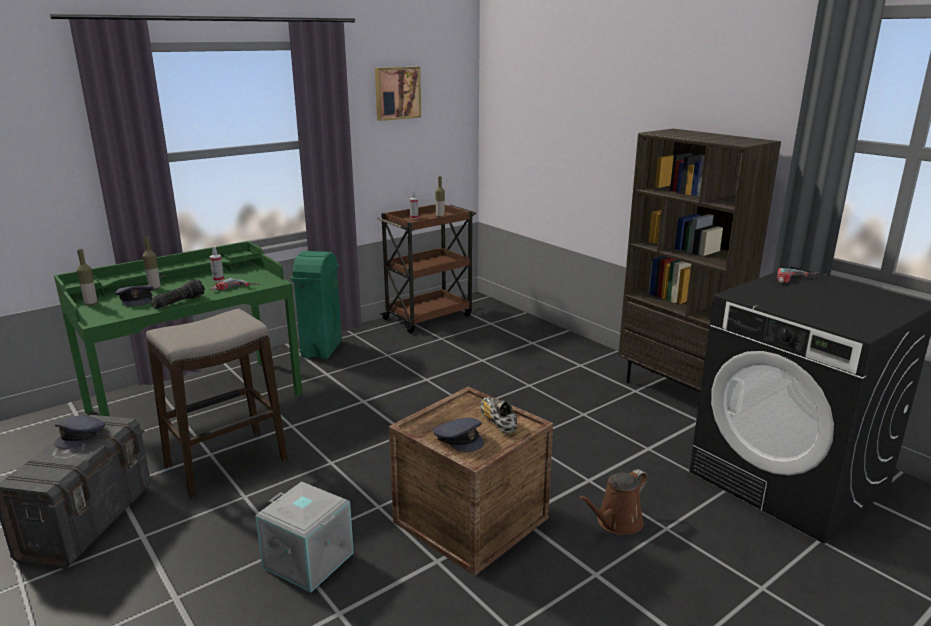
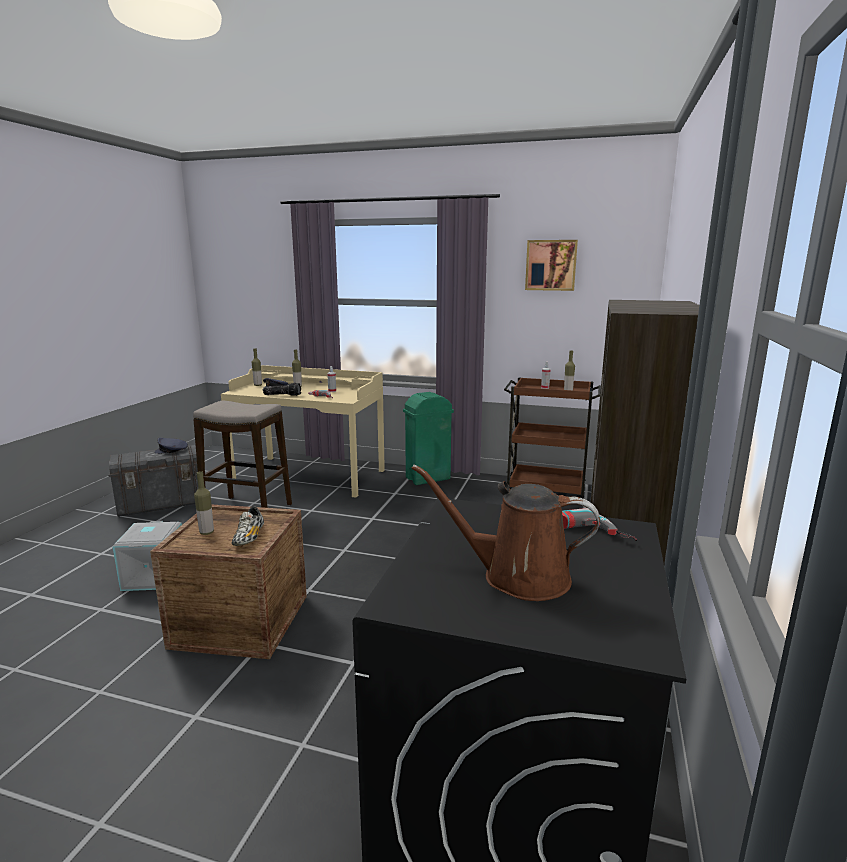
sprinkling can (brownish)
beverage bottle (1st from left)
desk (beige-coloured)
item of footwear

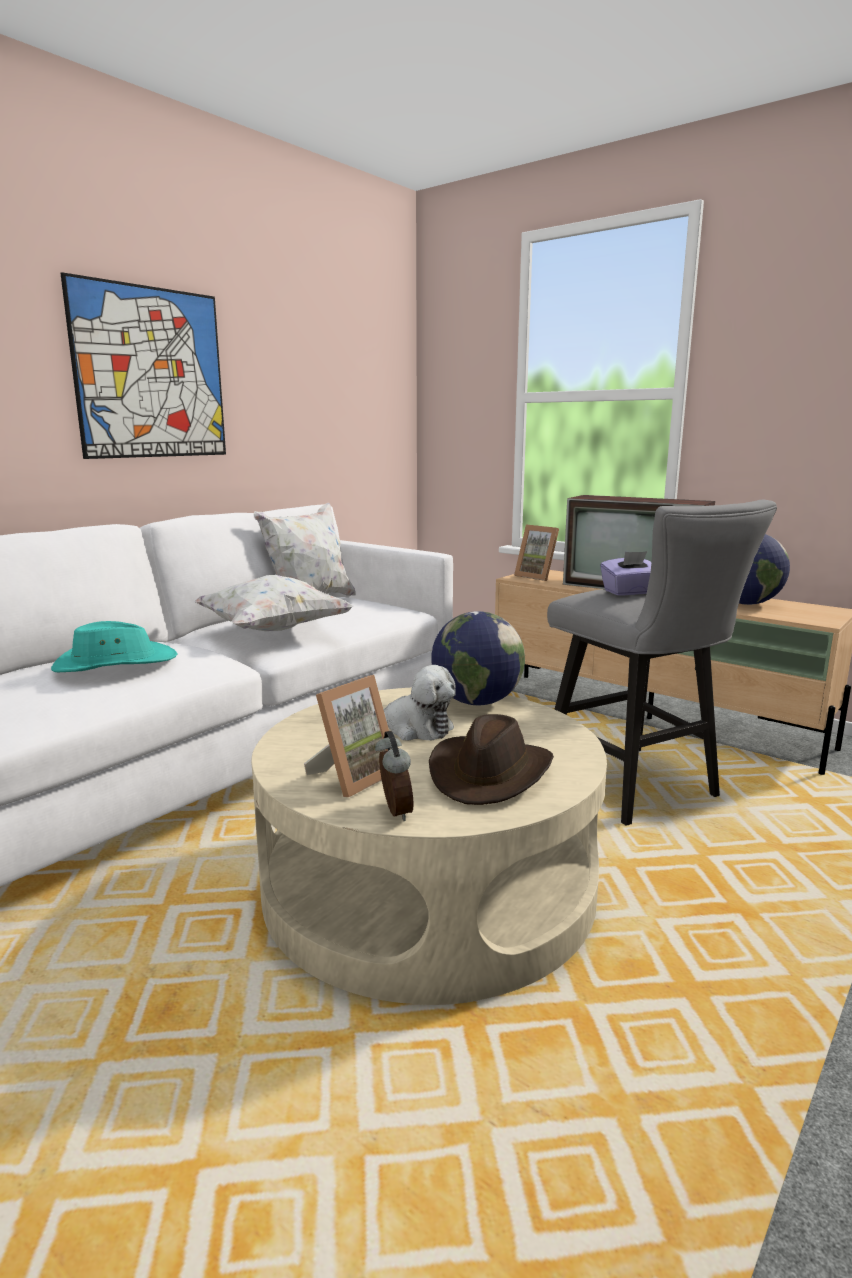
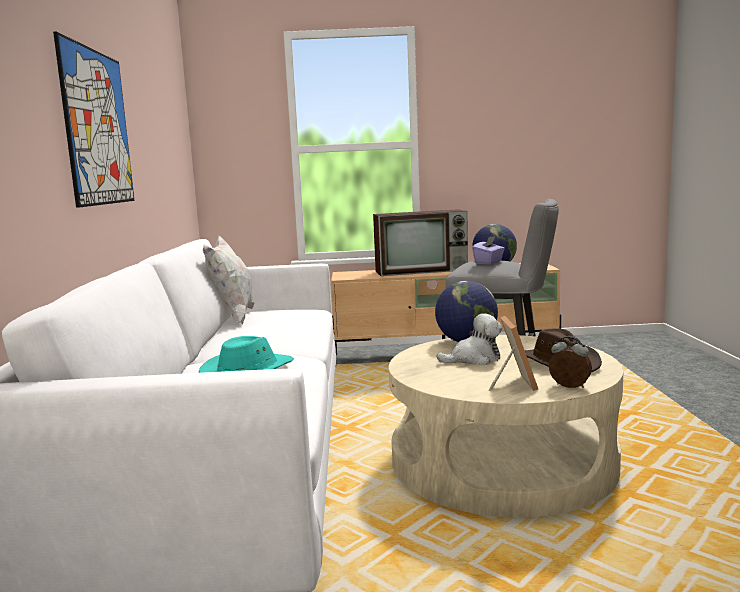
cushion (whitish) (1st from left in the first image)
photo frame (2nd from left in the first image)

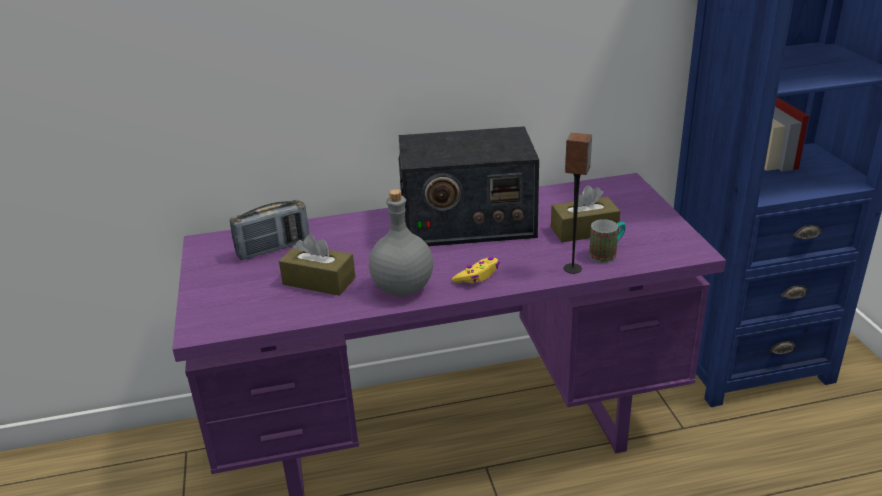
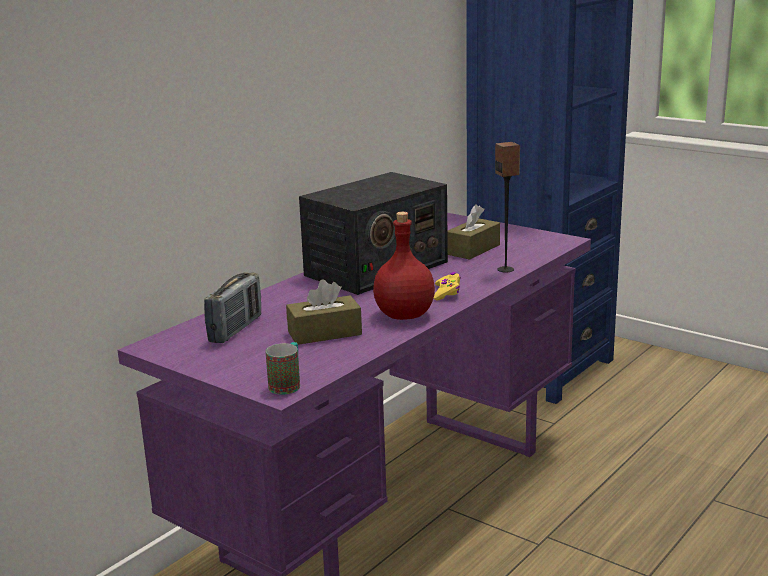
mug
beverage bottle (reddish)

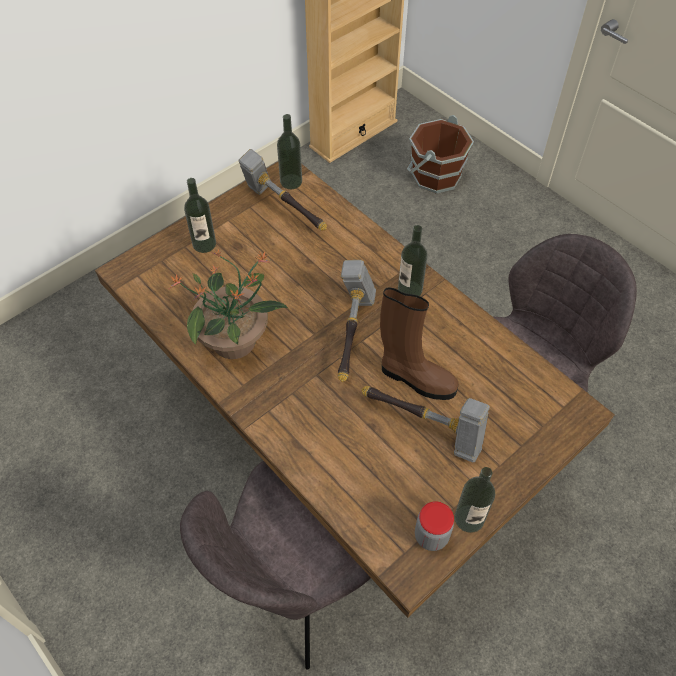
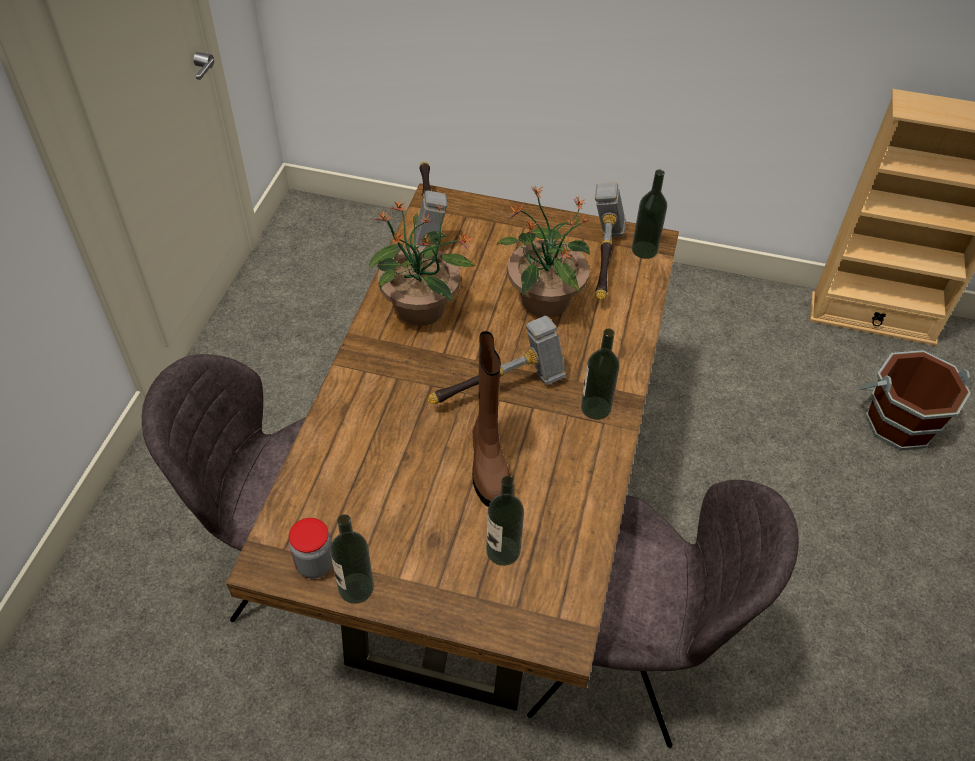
potted plant (2nd from left)
beverage bottle (2nd from left)
hand hammer (1st from left)

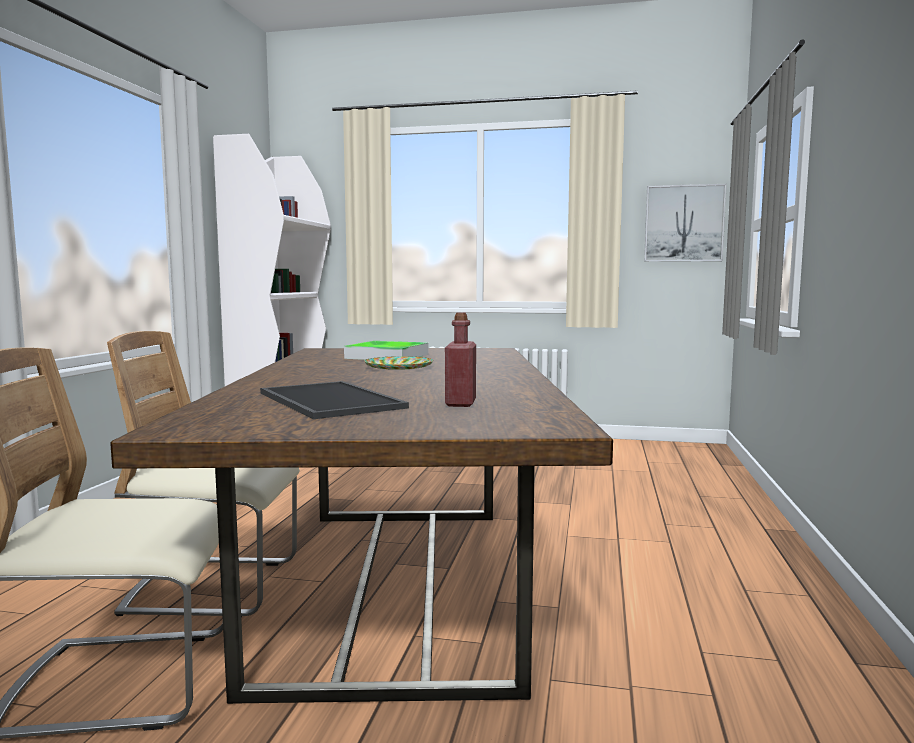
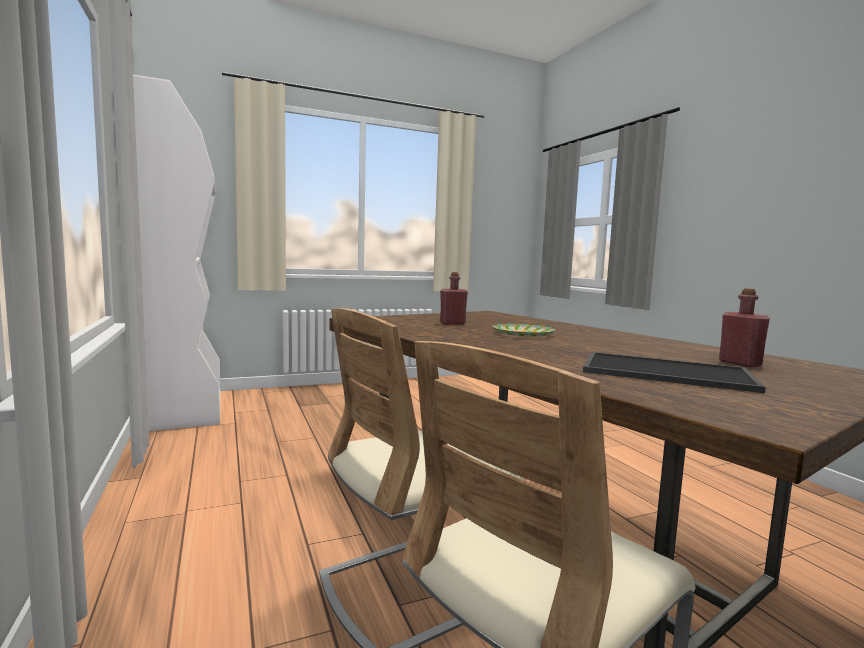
wall art
beverage bottle (reddish) (1st from left)

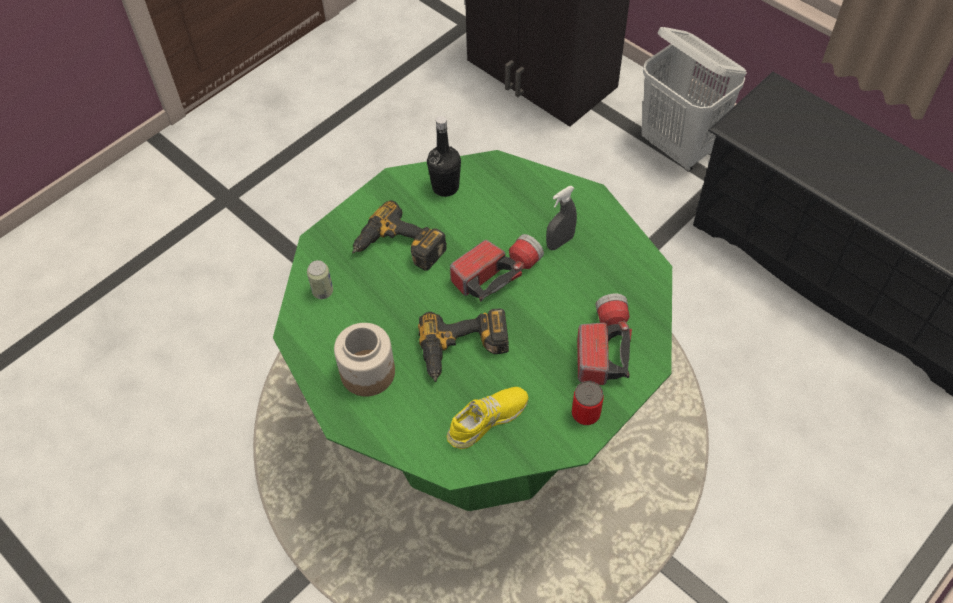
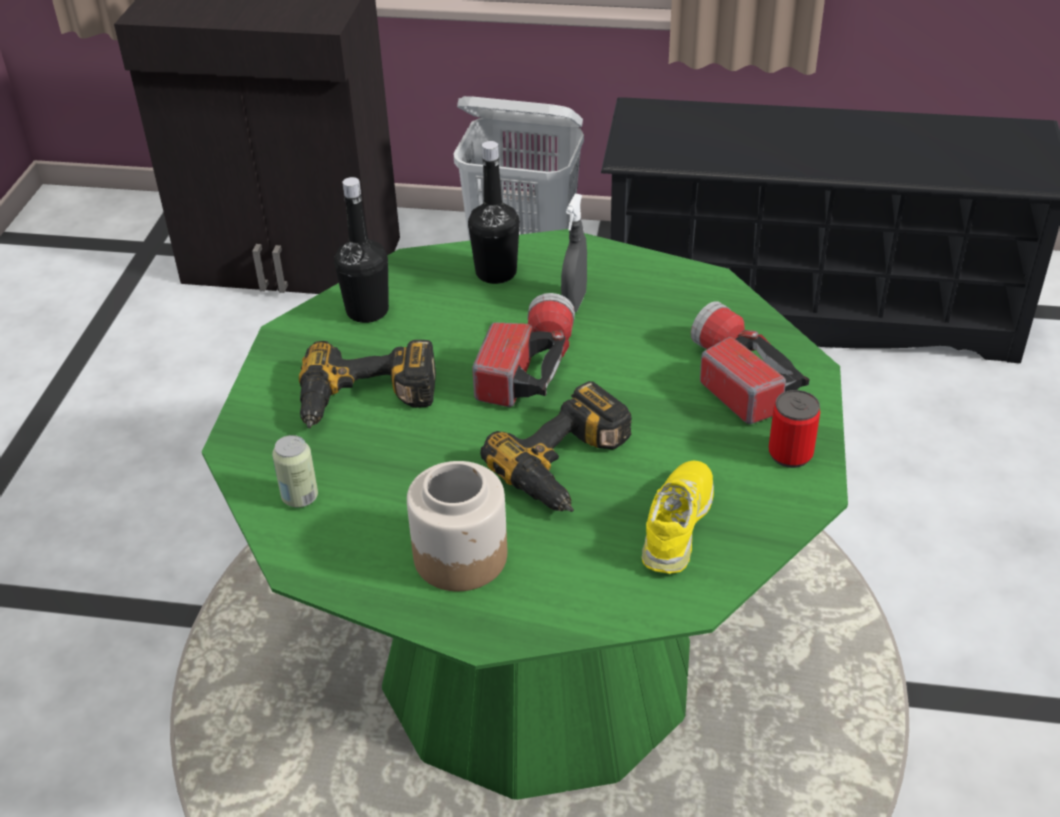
beverage bottle (black-coloured) (2nd from left)

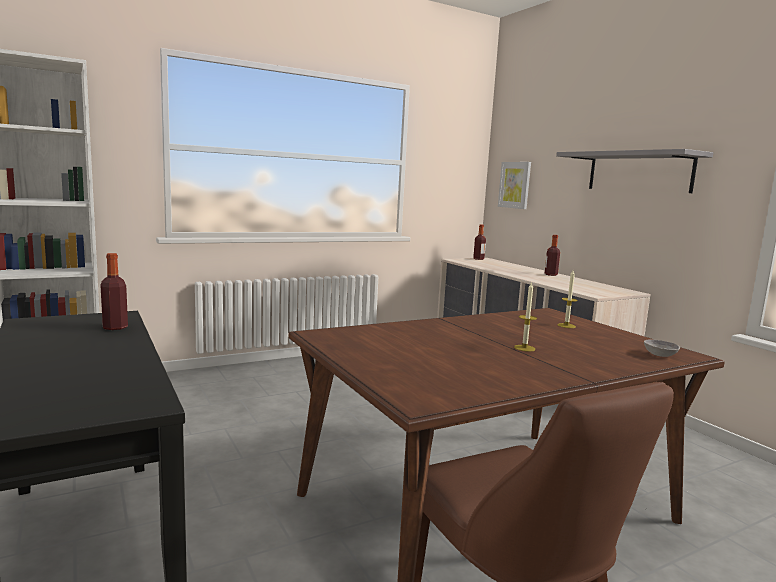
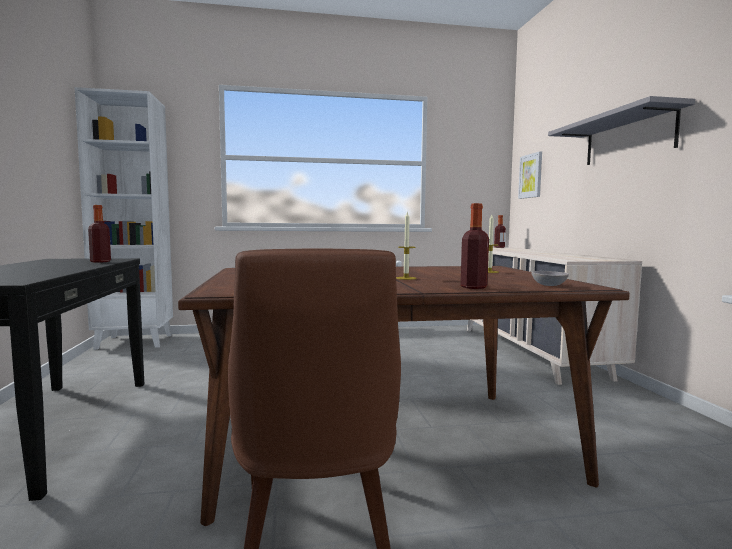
beverage bottle (2nd from left)

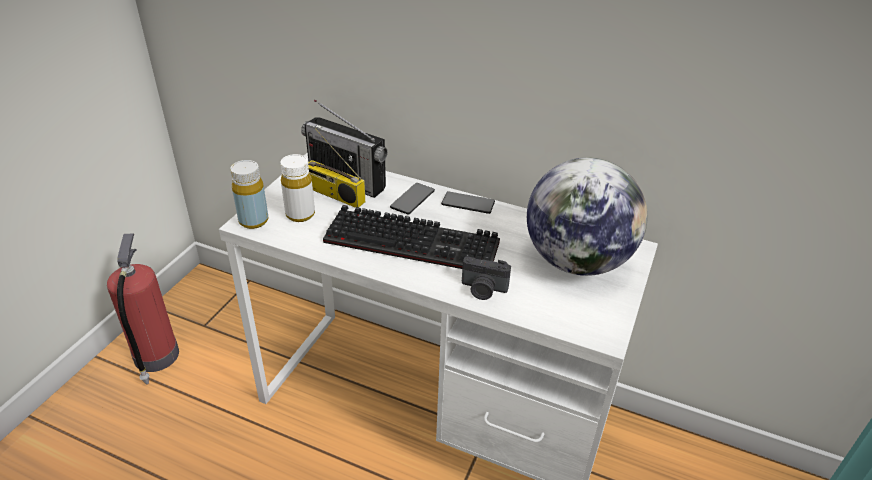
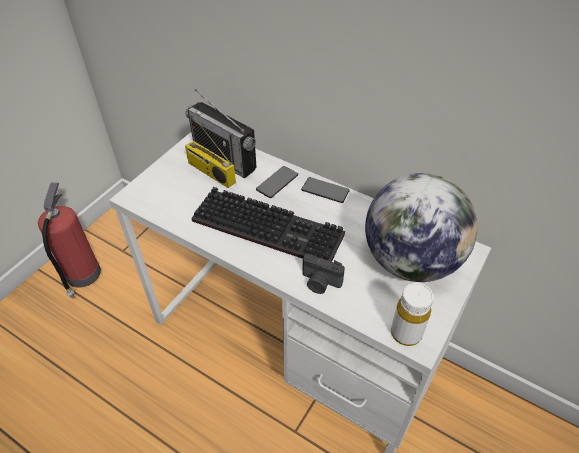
beverage bottle (yellow-coloured)
beverage bottle (whitish)

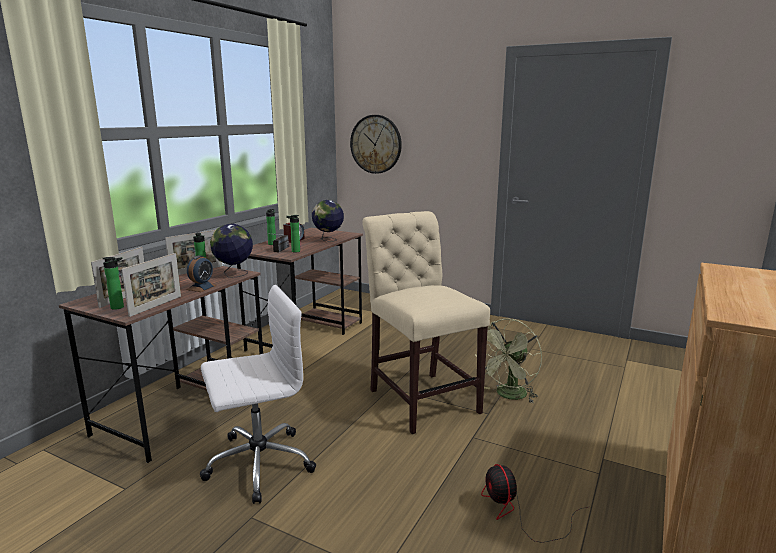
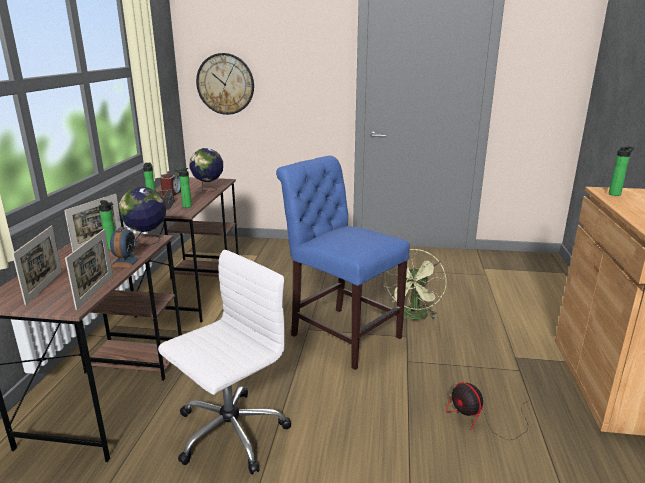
beverage bottle (4th from left)
upright chair (blue-coloured)

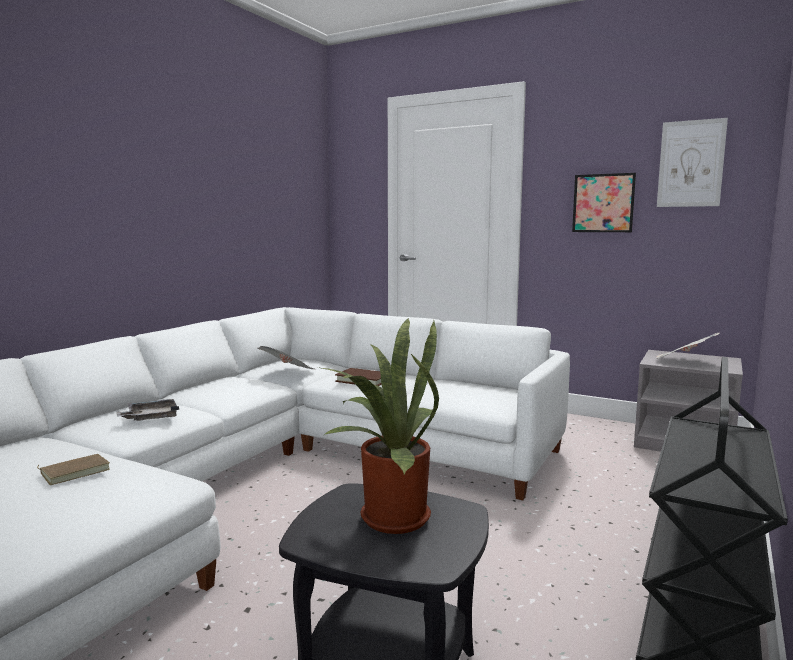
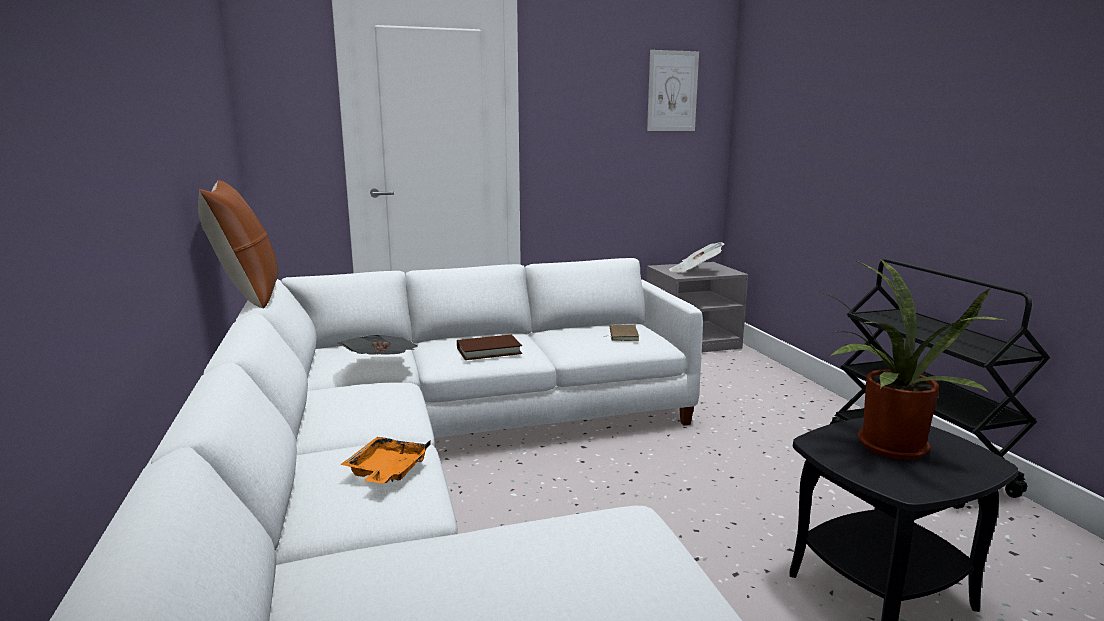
wall art (1st from left in the first image)
cushion (brownish)
volume (brownish) (2nd from left)
carrying tray (orangey)

